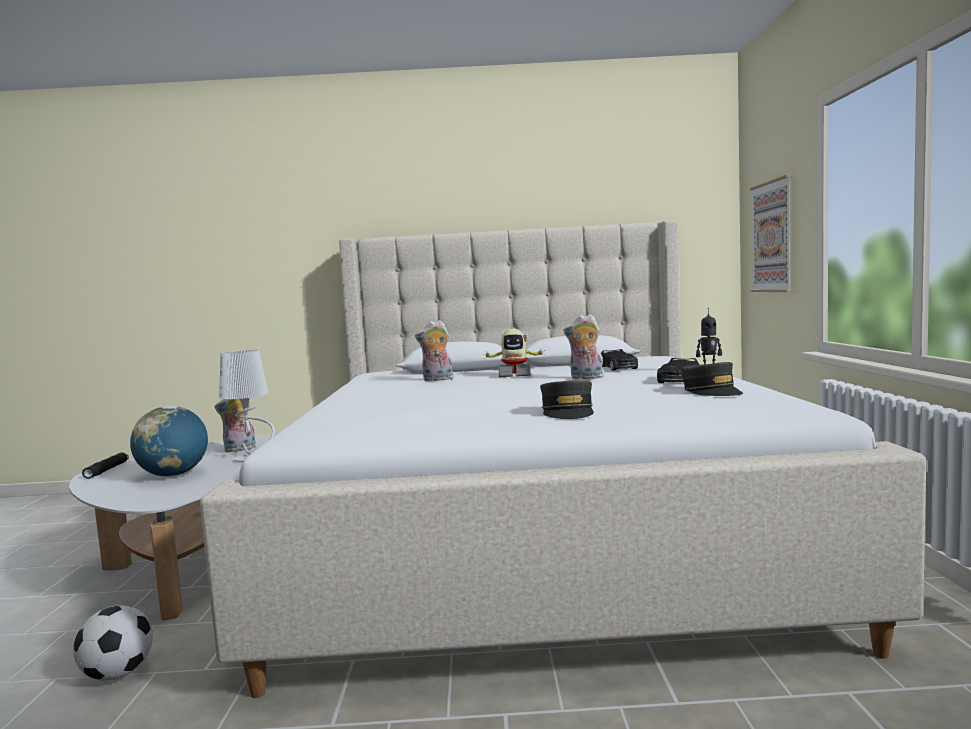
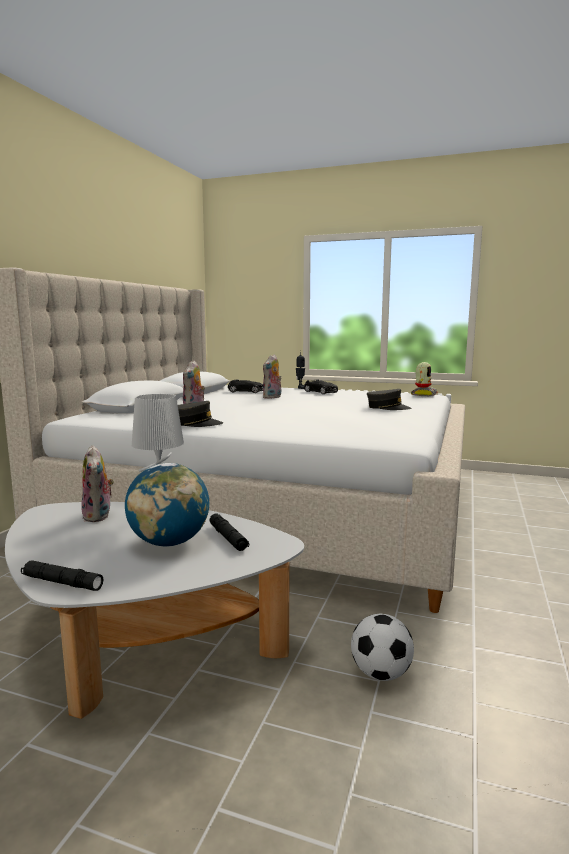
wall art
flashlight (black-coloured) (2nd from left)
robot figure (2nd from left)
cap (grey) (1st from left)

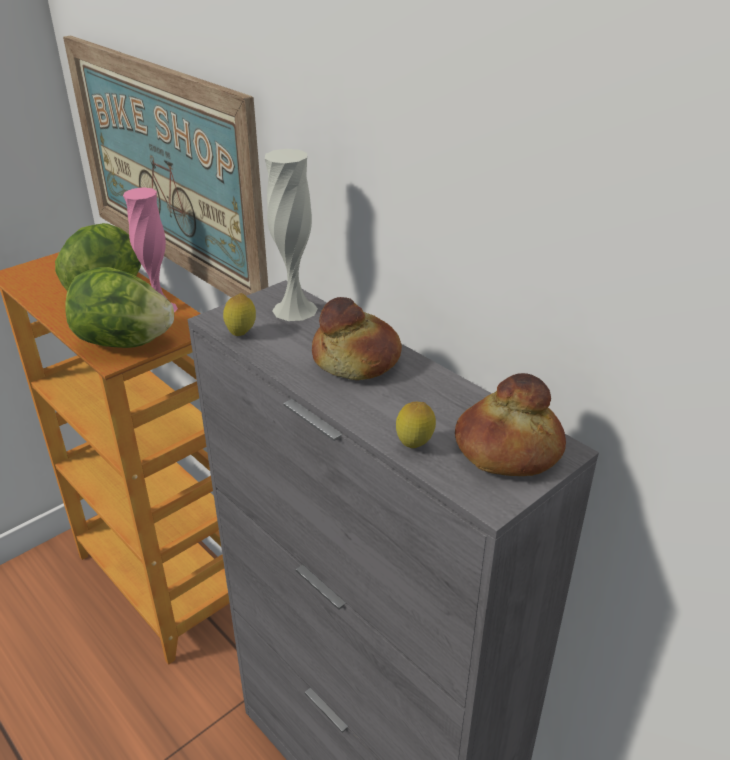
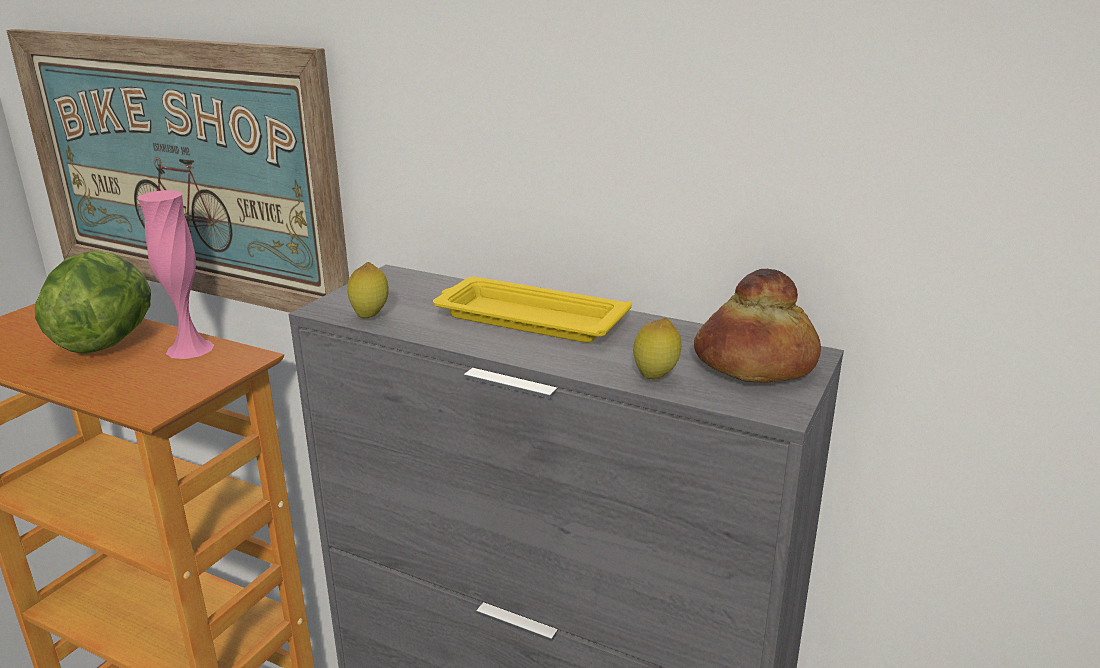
lettuce head (2nd from left in the first image)
decorative vase (whitish)
carrying tray (yellow-coloured)

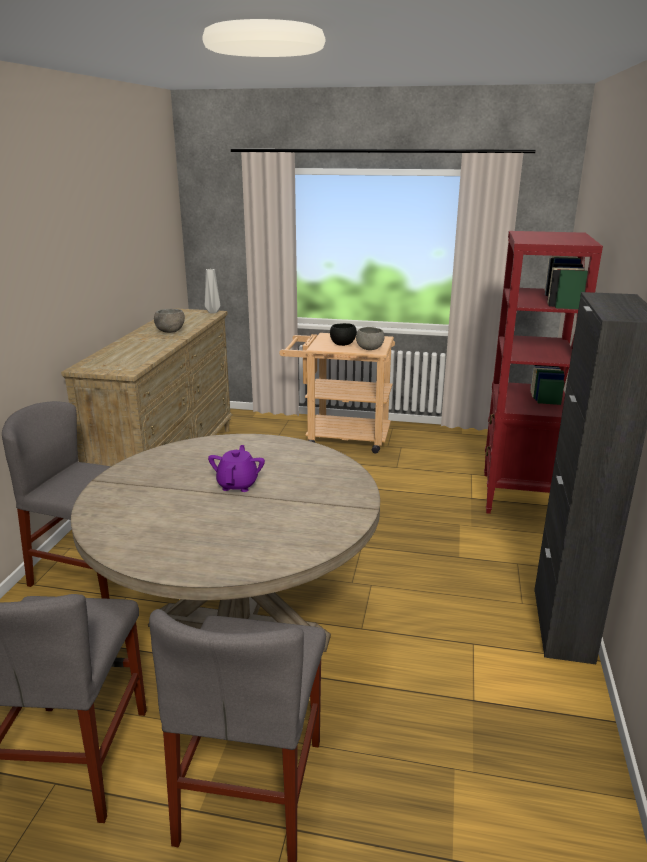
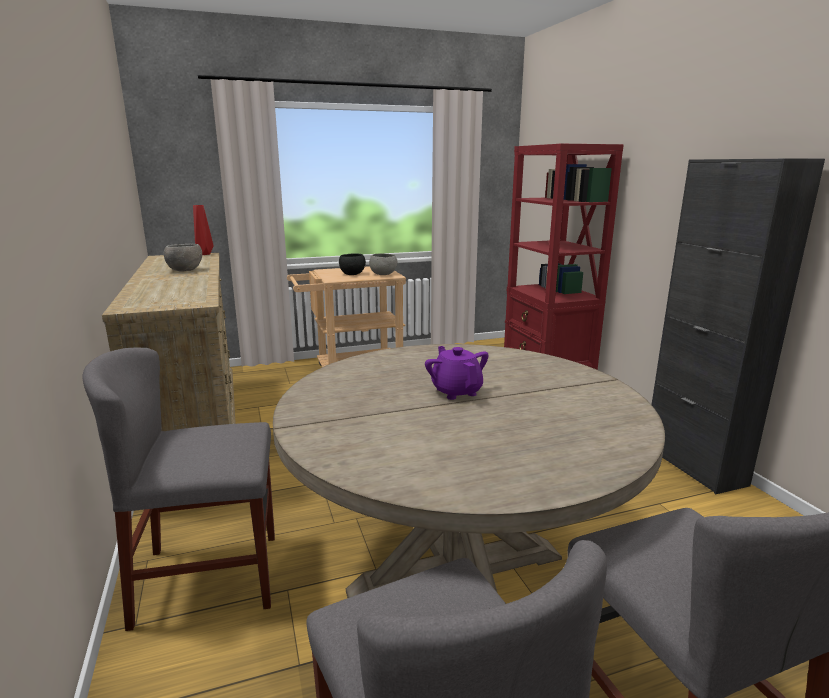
decorative vase (reddish)

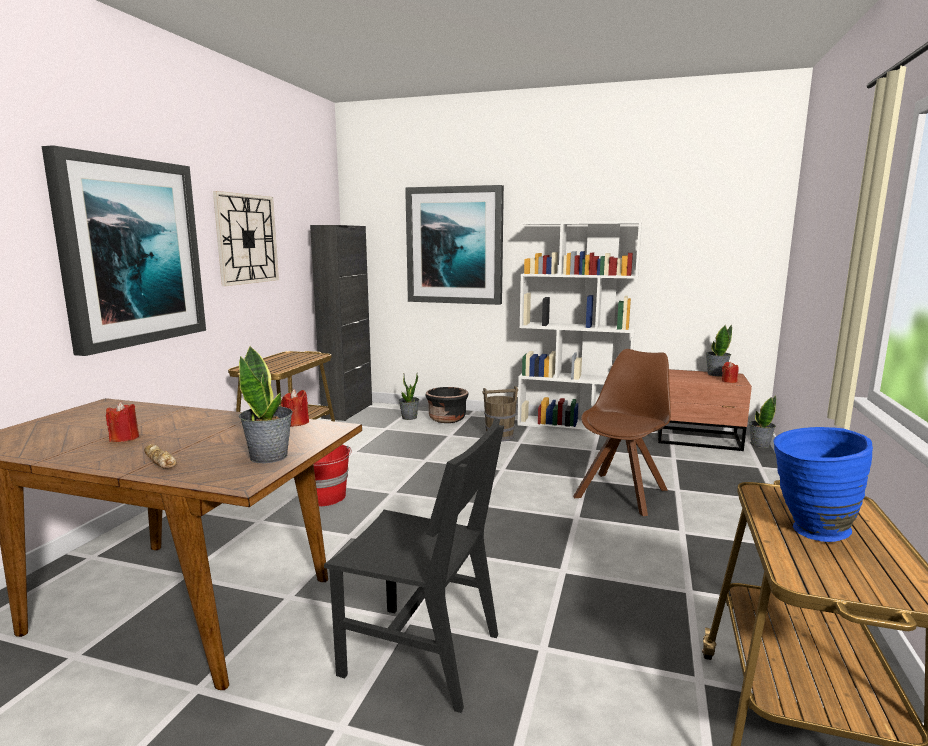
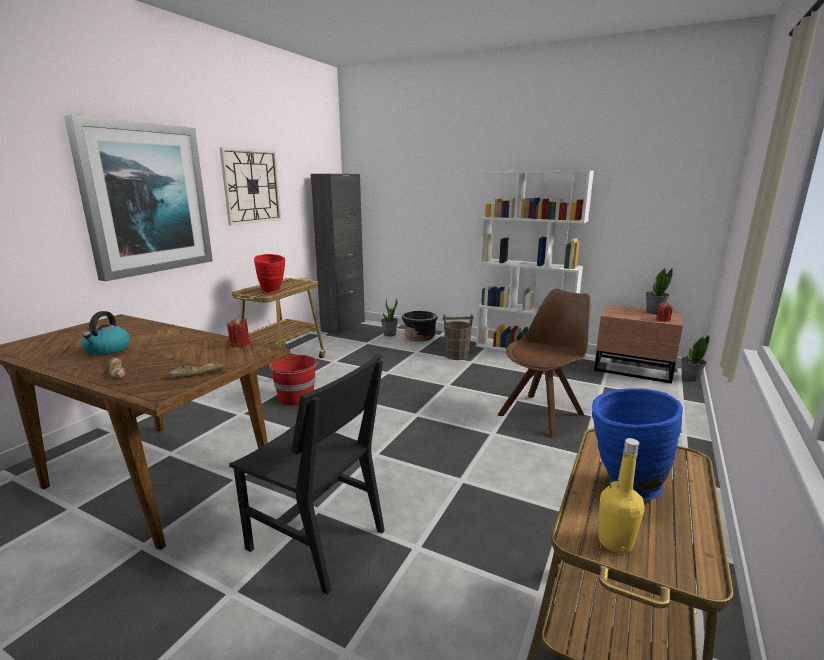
wall art (2nd from left in the first image)
decorative vase (reddish)
beverage bottle (yellow-coloured)
tea kettle
bakery bread (2nd from left)

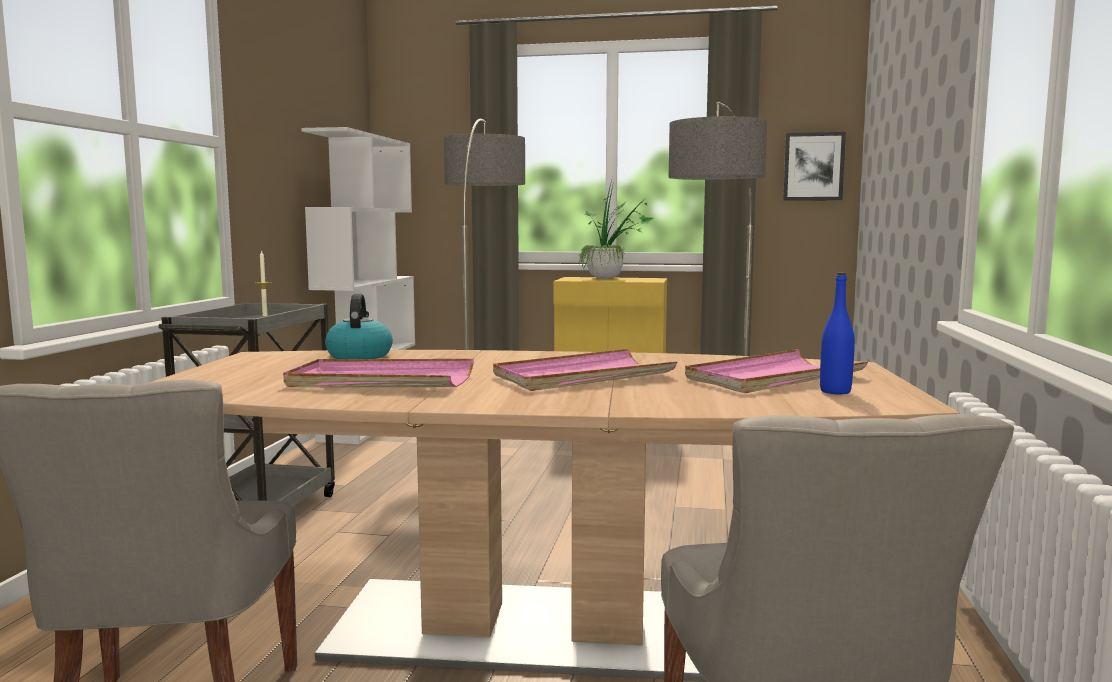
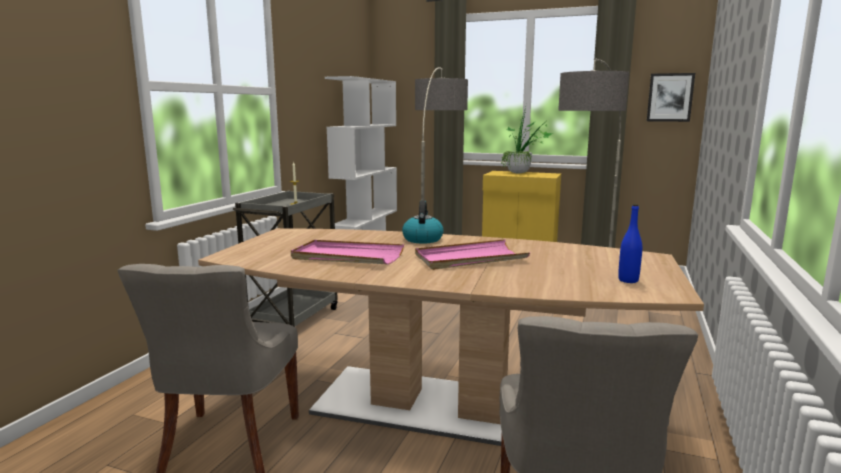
carrying tray (pink-coloured) (3rd from left in the first image)
tea kettle

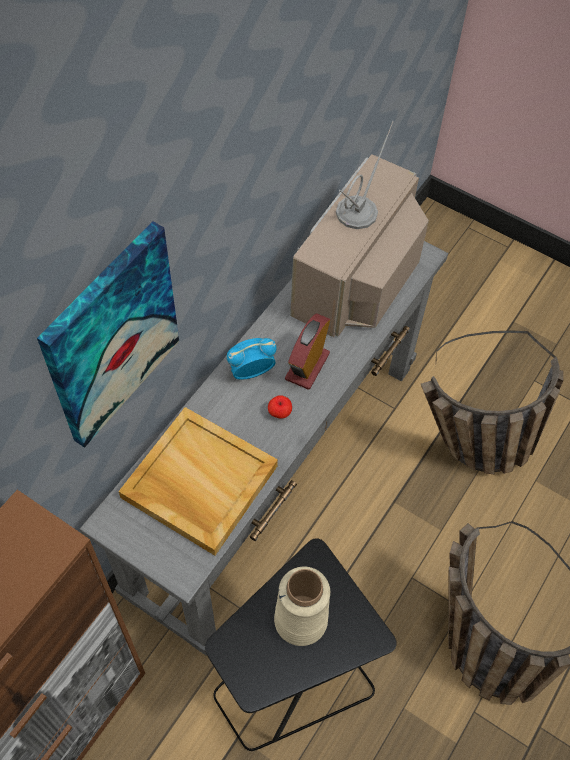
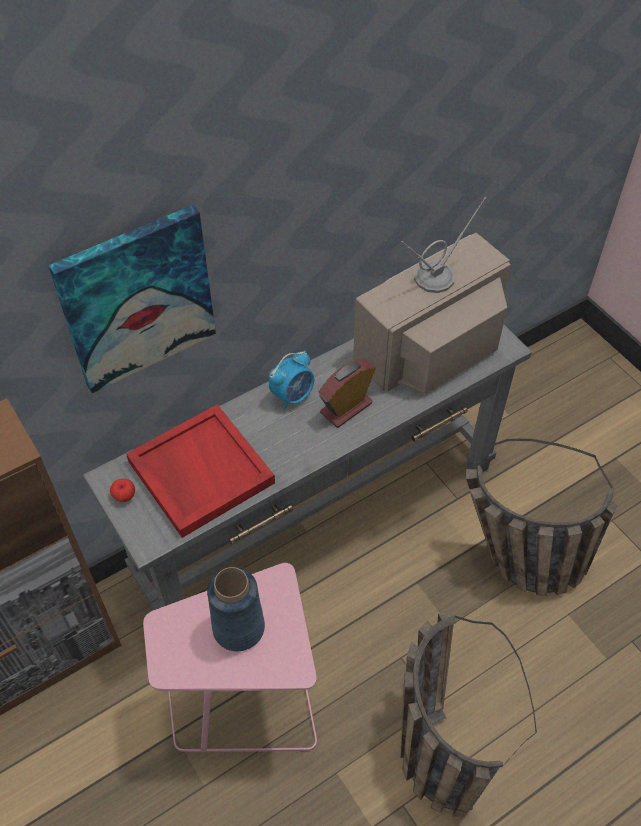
whole apple
carrying tray (reddish)
end table (pink-coloured)
decorative vase (blue-coloured)
bedside clock (1st from left)

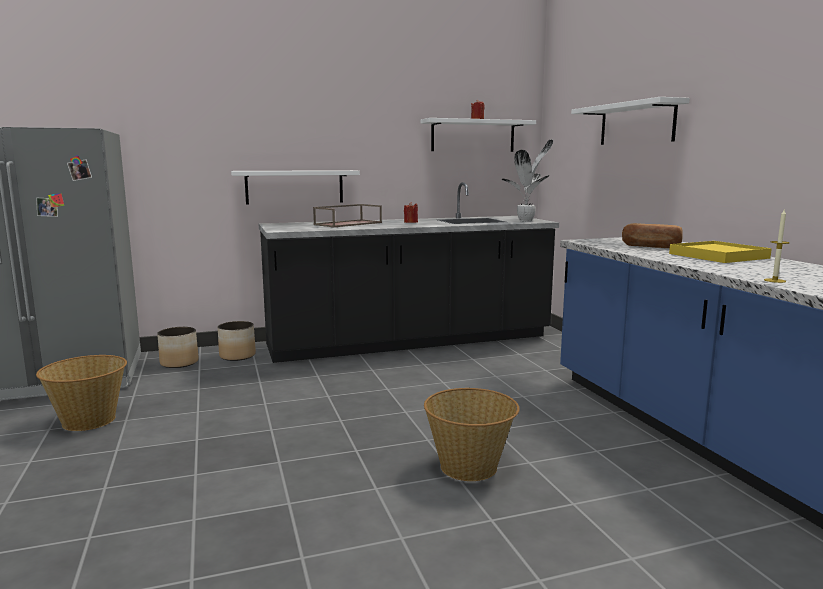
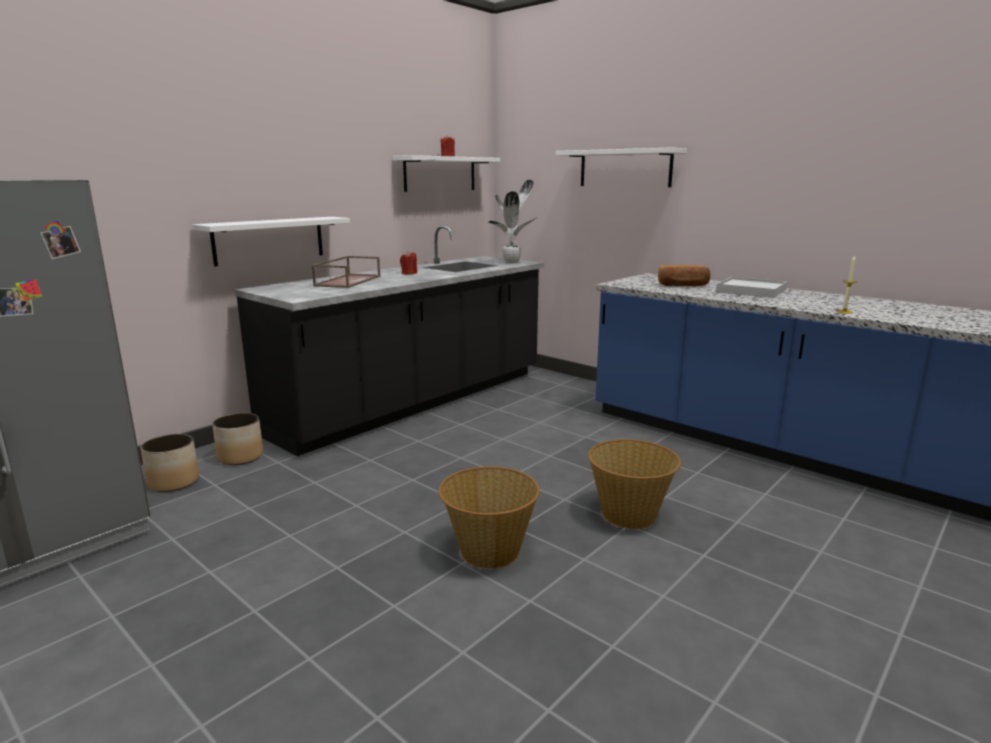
household basket (1st from left)
carrying tray (whitish)

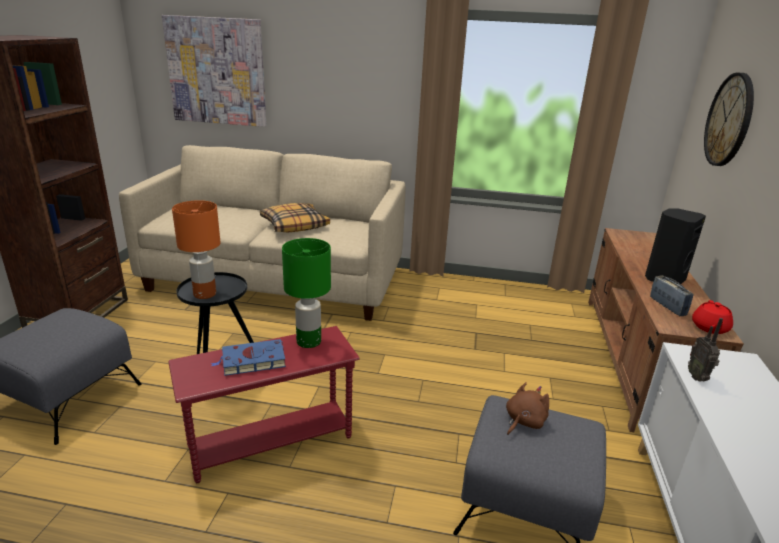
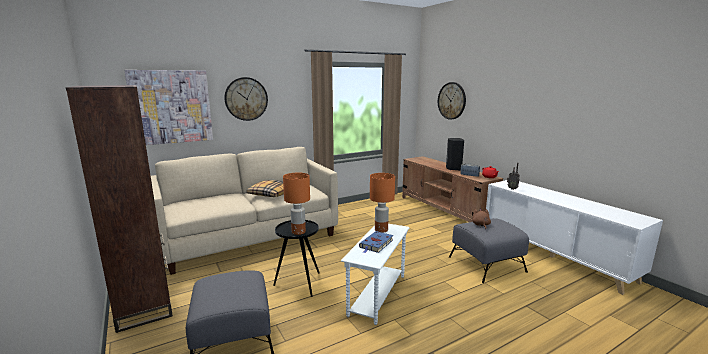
hanging clock (1st from left)
end table (whitish)
tabletop lamp (orangey) (2nd from left)

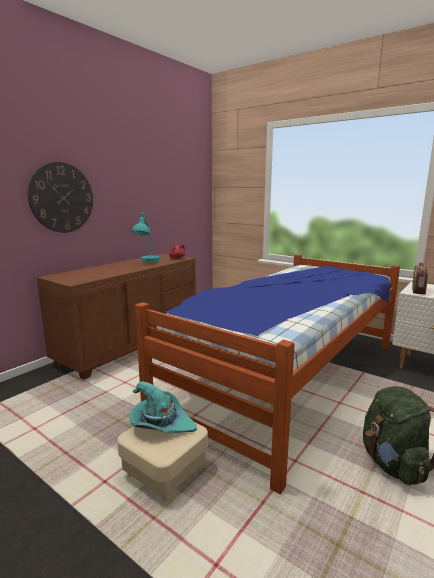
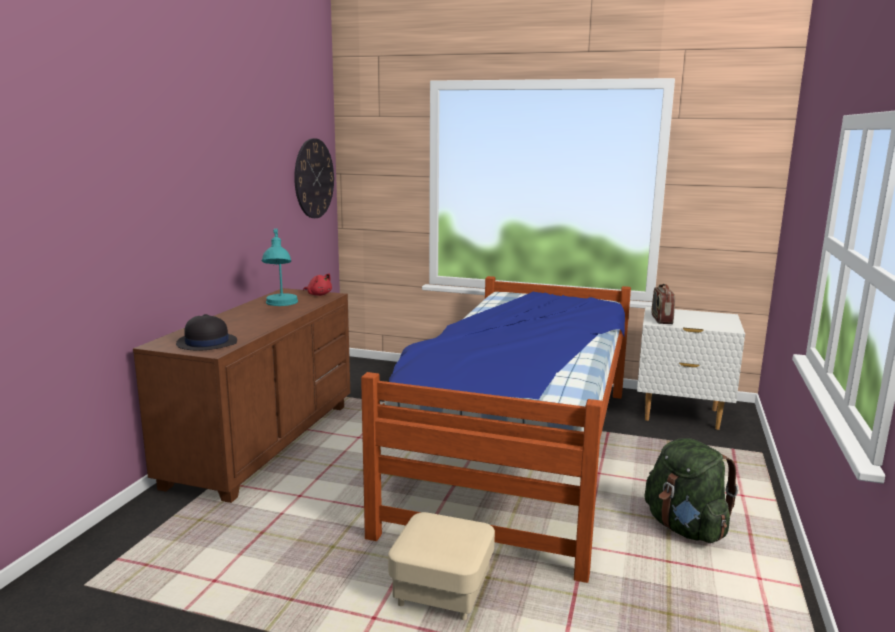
hat (blue-green)
hat (black-coloured)
hanging clock

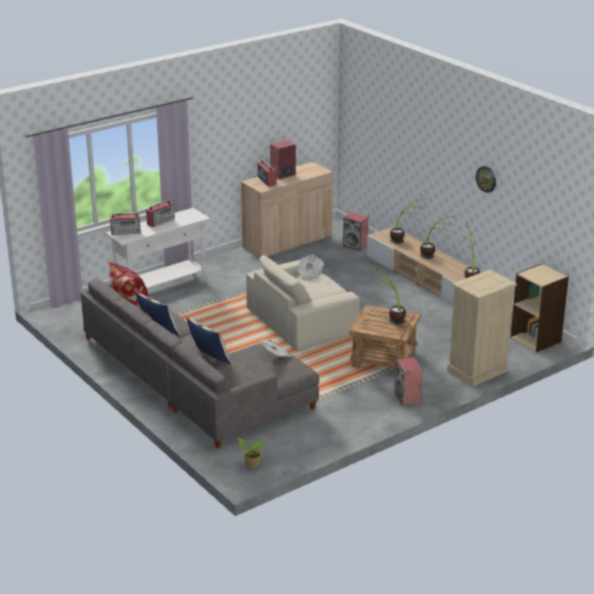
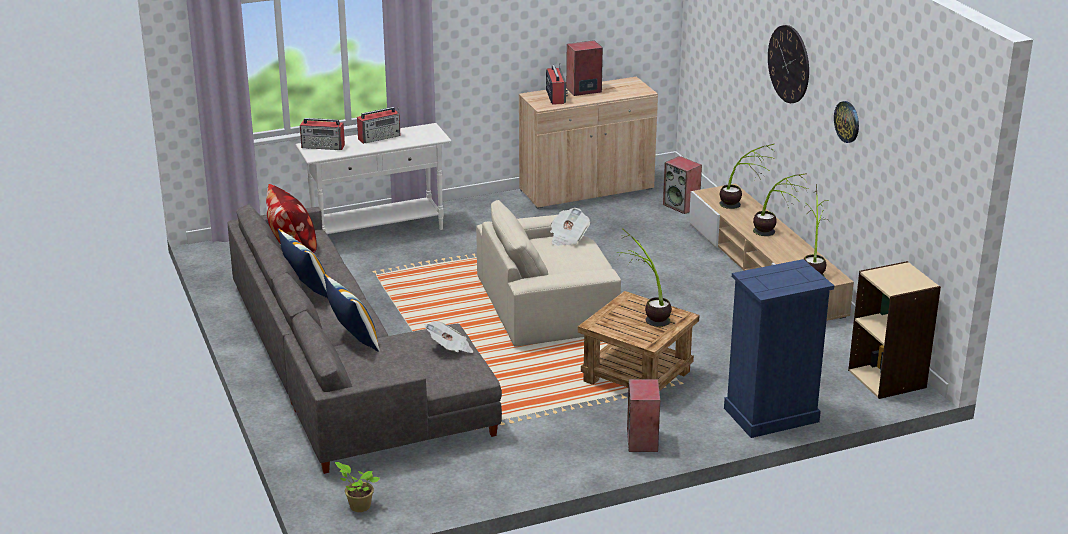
hanging clock (1st from left)
dresser (blue-coloured)

